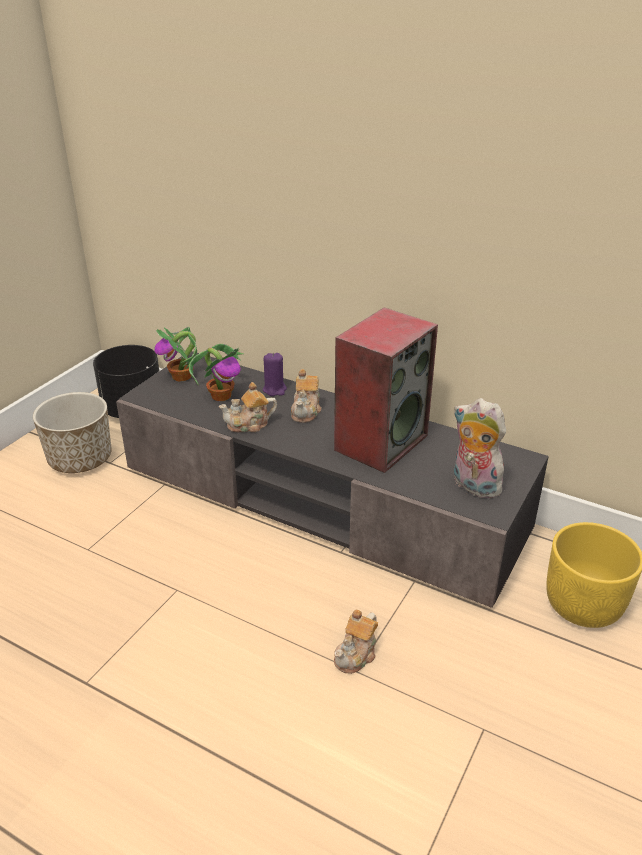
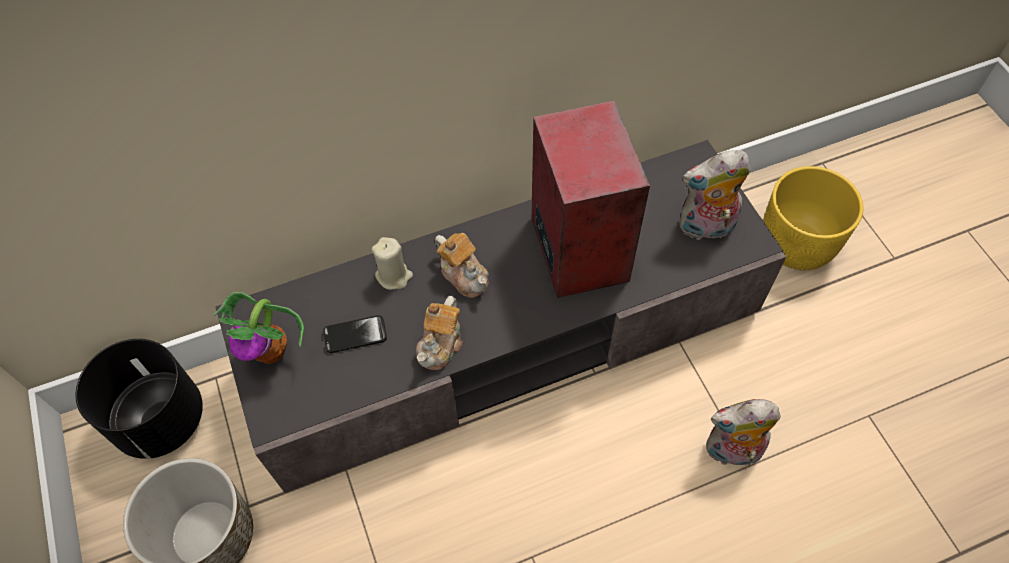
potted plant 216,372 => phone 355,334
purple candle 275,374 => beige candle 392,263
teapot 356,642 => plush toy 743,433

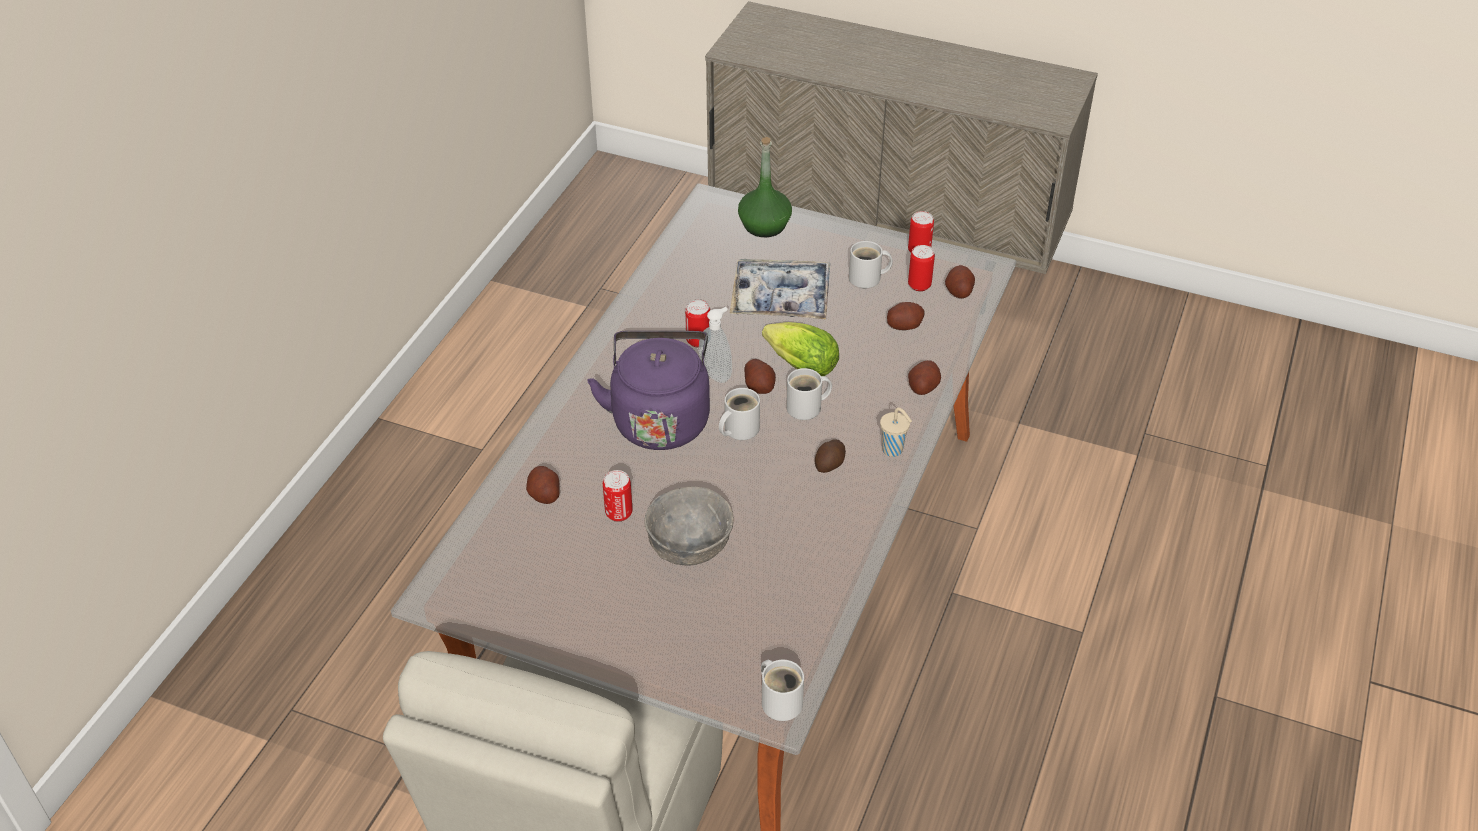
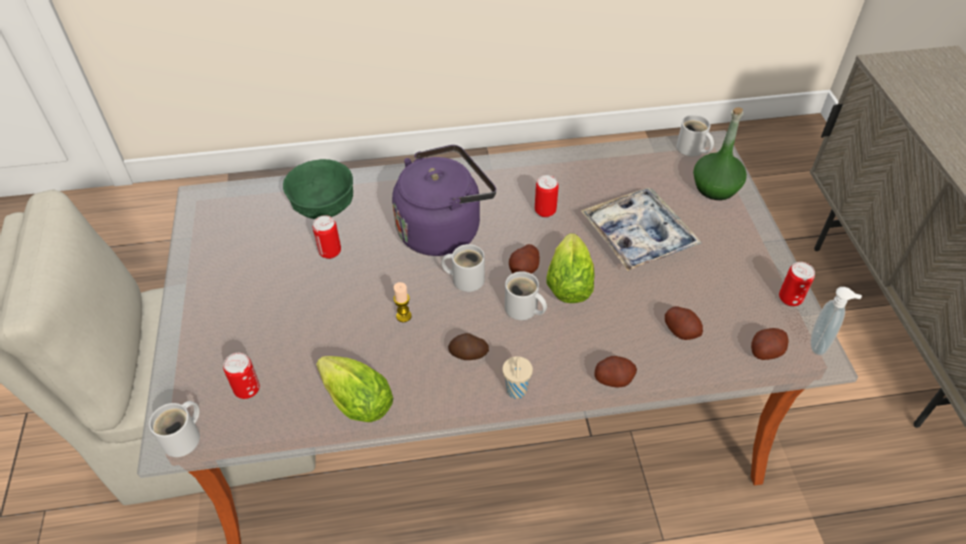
potato 543,485 => green bowl 318,189
grey bowl 689,526 => nothing
soap dispenser 715,345 => soap dispenser 836,321, move
white mug 871,264 => white mug 695,136, move
can 921,268 => can 241,376, move
nothing => lettuce 354,389
nothing => candle 403,302

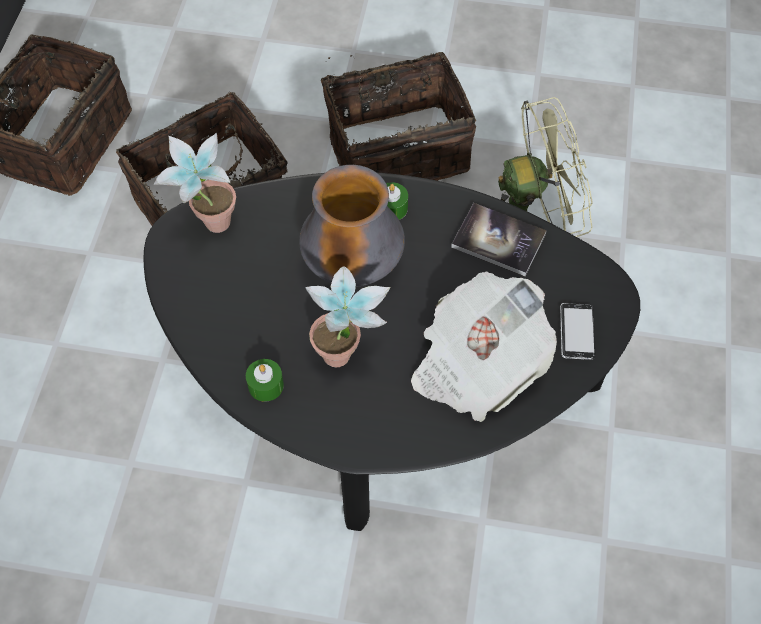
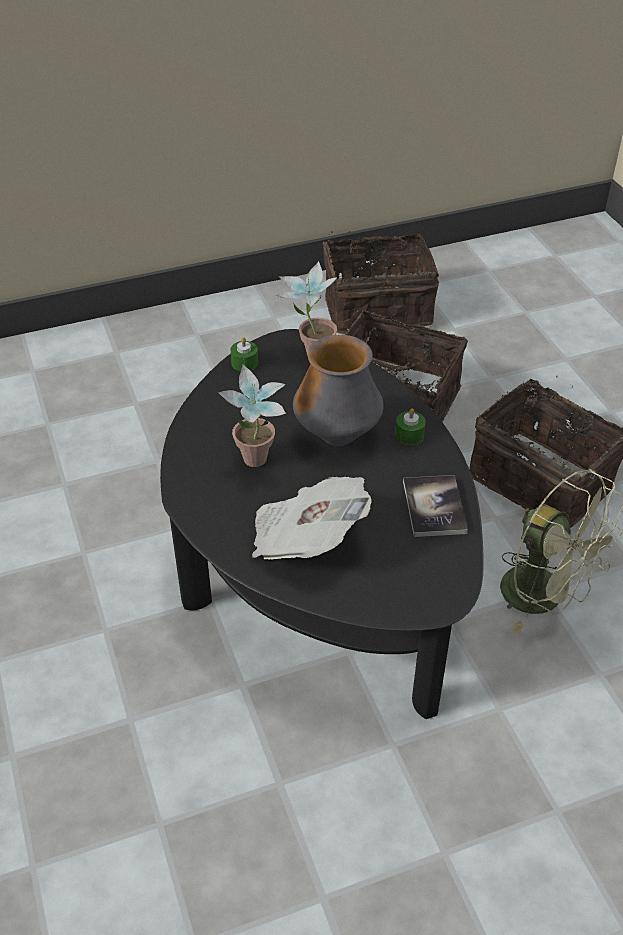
green candle 265,380 => green candle 244,354, move
phone 578,331 => nothing

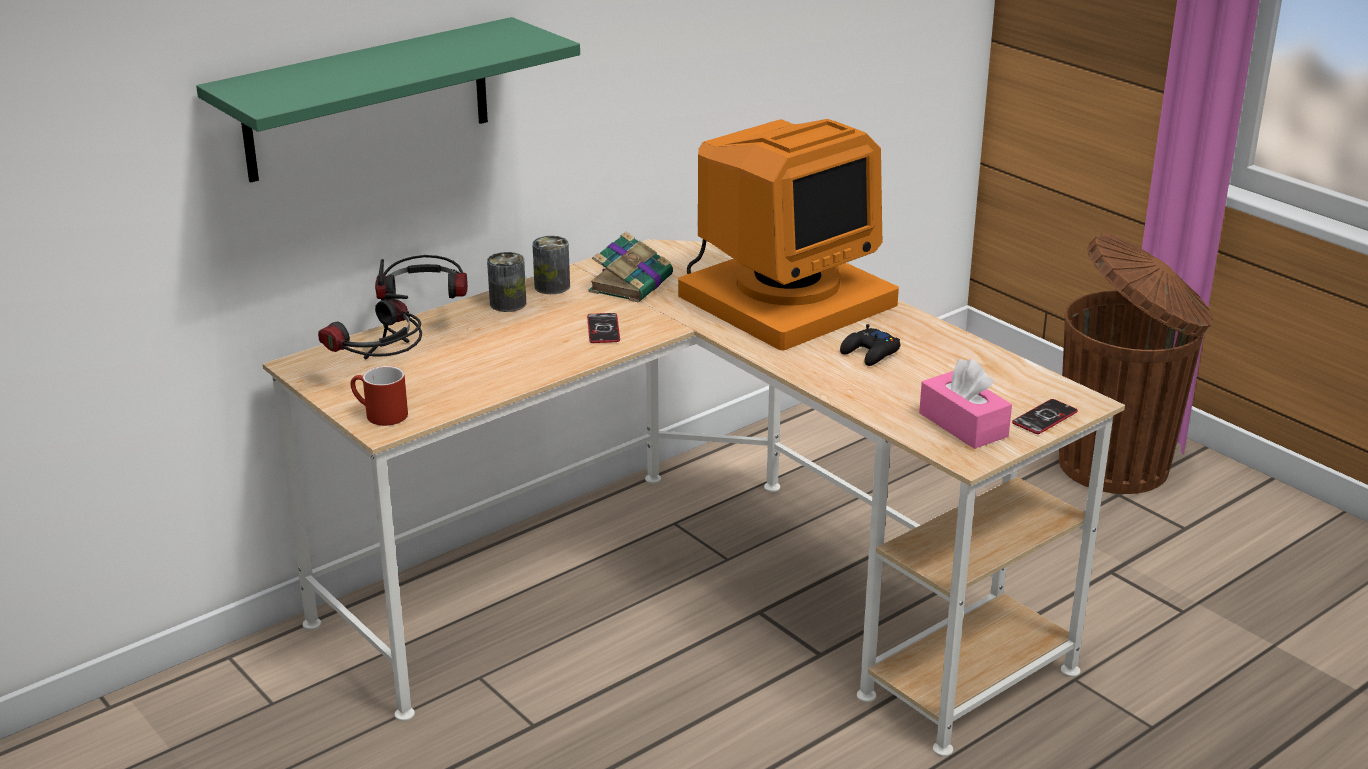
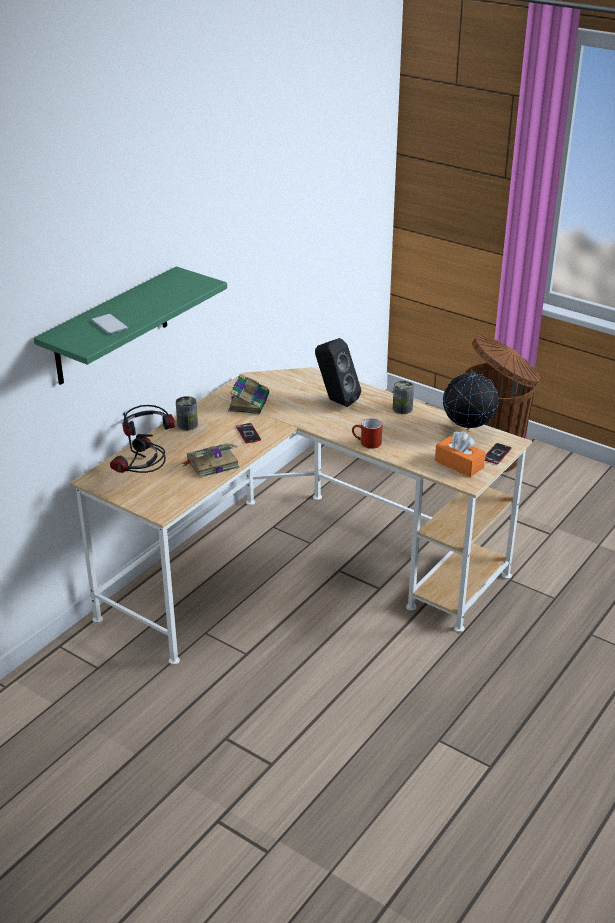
red mug 379,396 => red mug 367,433, move
can 551,265 => can 403,397, move
monitor 788,234 => black speaker 338,372
black game controller 870,345 => nothing
pink tissue box 965,404 => orange tissue box 460,454
nothing => phone 109,324
nothing => book 211,460
nothing => globe 471,400

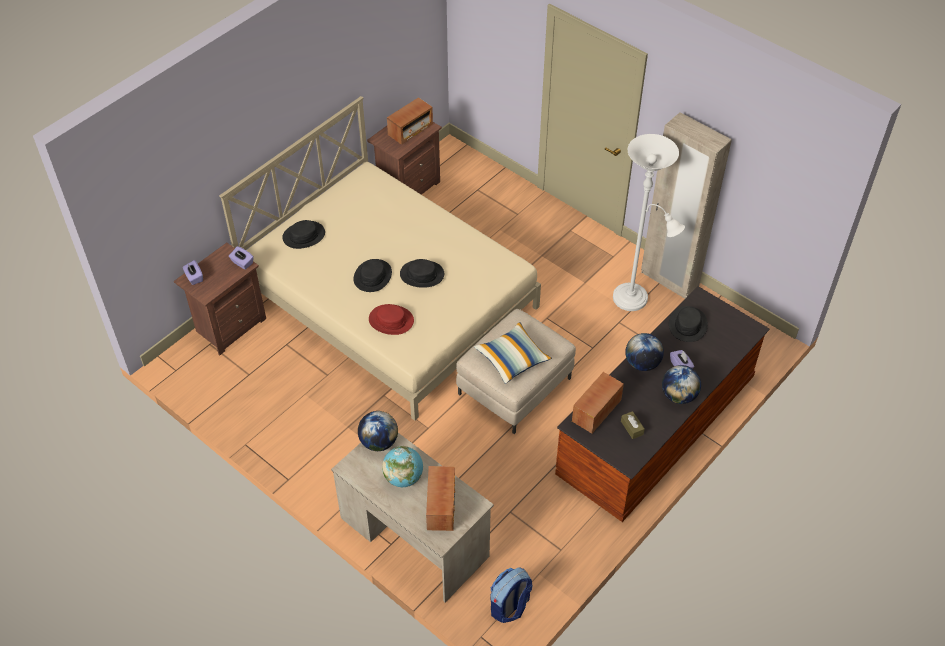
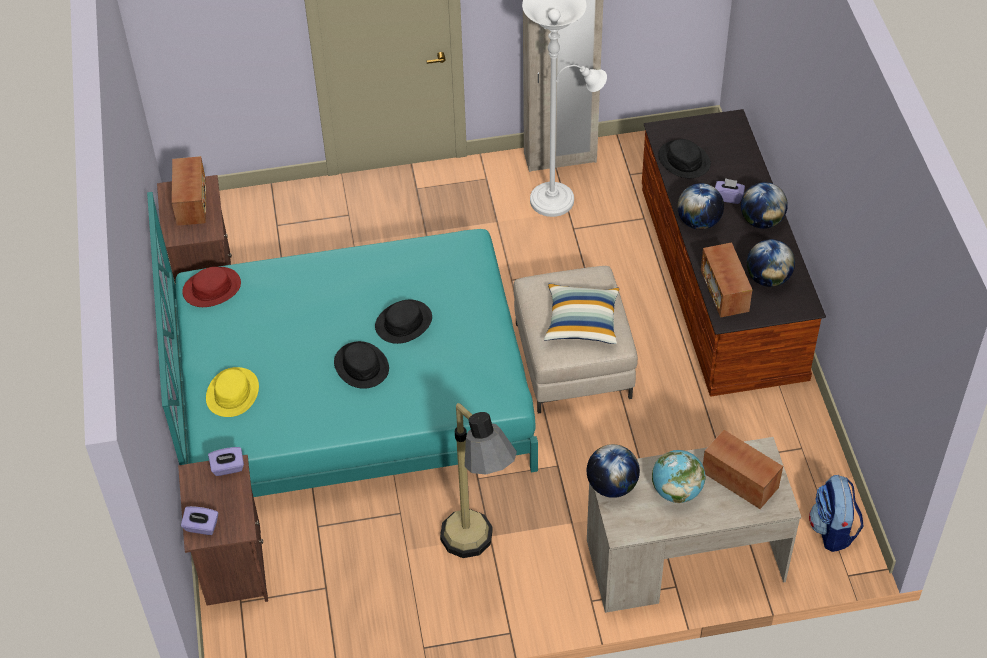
beige bed 380,258 => turquoise bed 342,344
black hat 303,234 => yellow hat 232,392
red hat 391,319 => red hat 211,287, move
brown tissue box 633,425 => globe 771,263
nothing => floor lamp 478,480

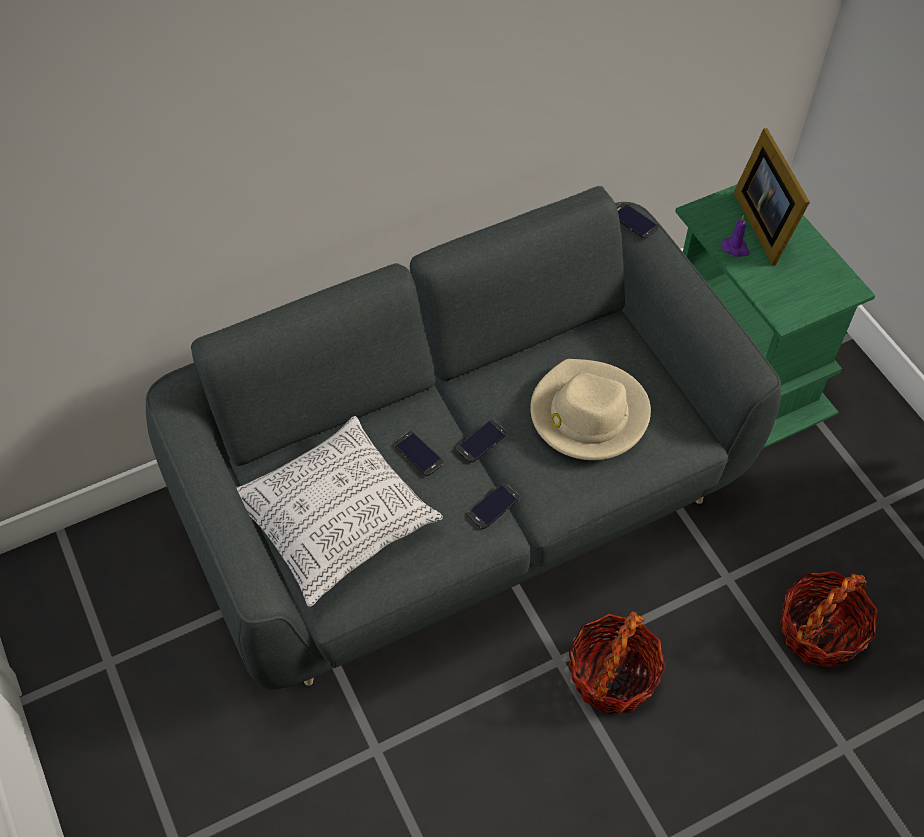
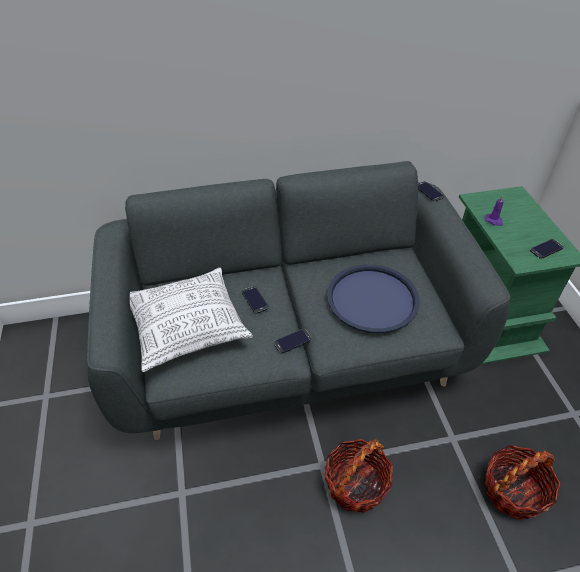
phone 482,441 => phone 547,249, move
beige hat 590,409 => blue tray 373,298
picture frame 771,196 => nothing

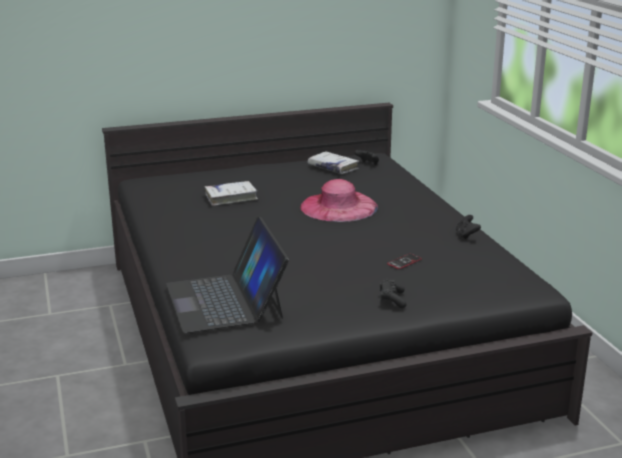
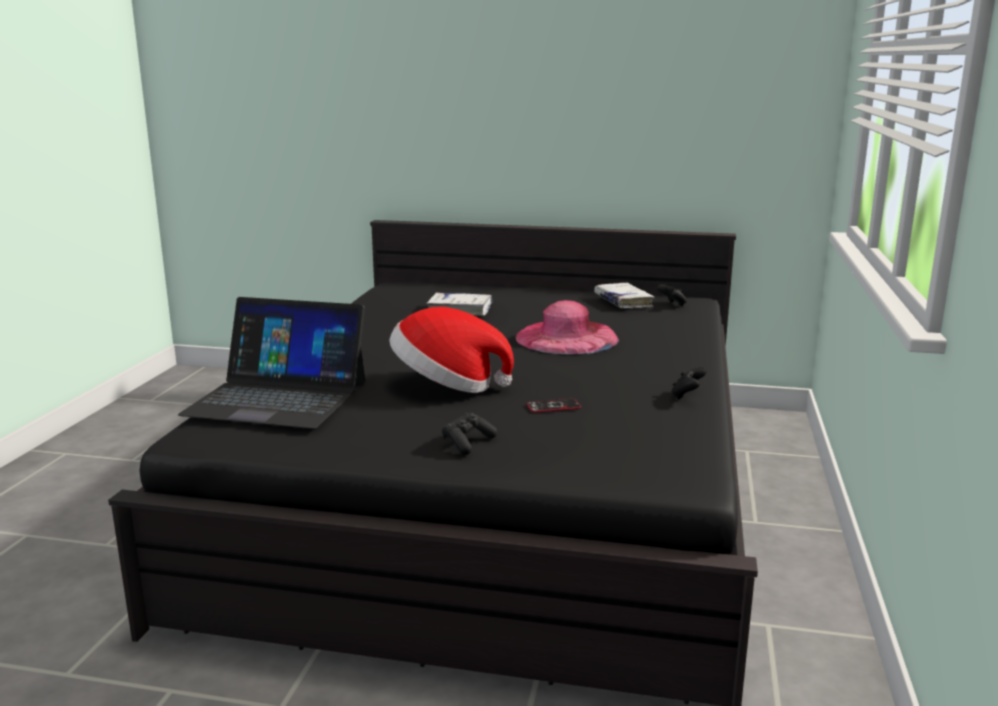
laptop 227,275 => laptop 271,363, 90 degrees counterclockwise
nothing => hat 451,350

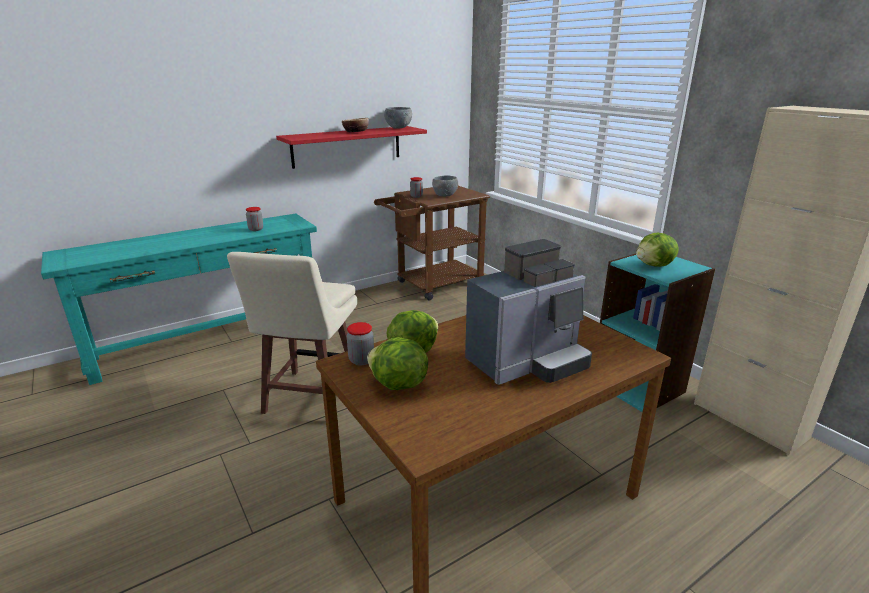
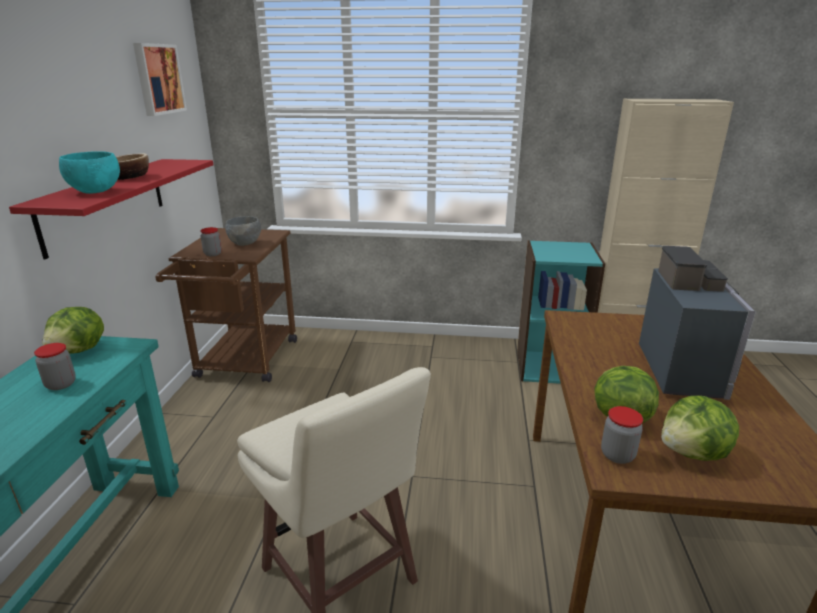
grey bowl 398,118 => nothing
lettuce 657,249 => lettuce 73,330, move
nothing => turquoise bowl 89,172
nothing => picture 160,79

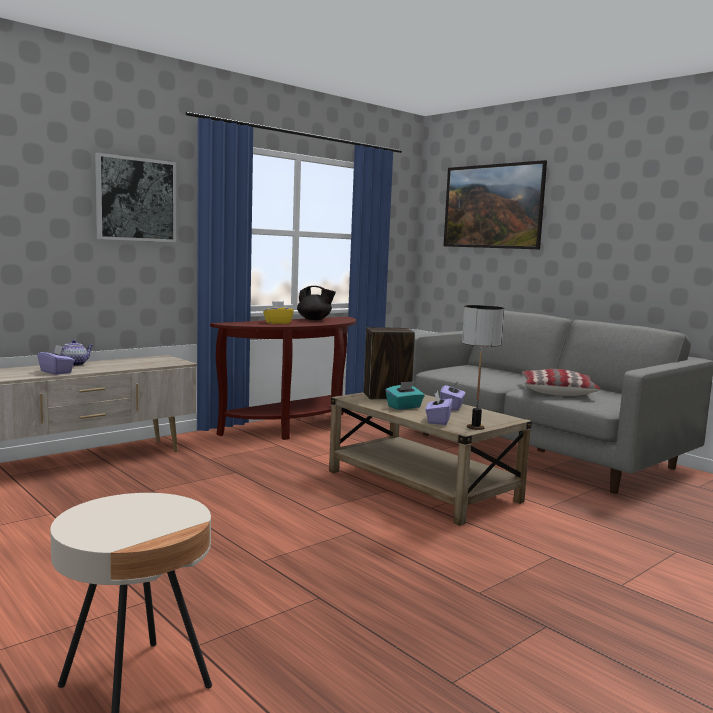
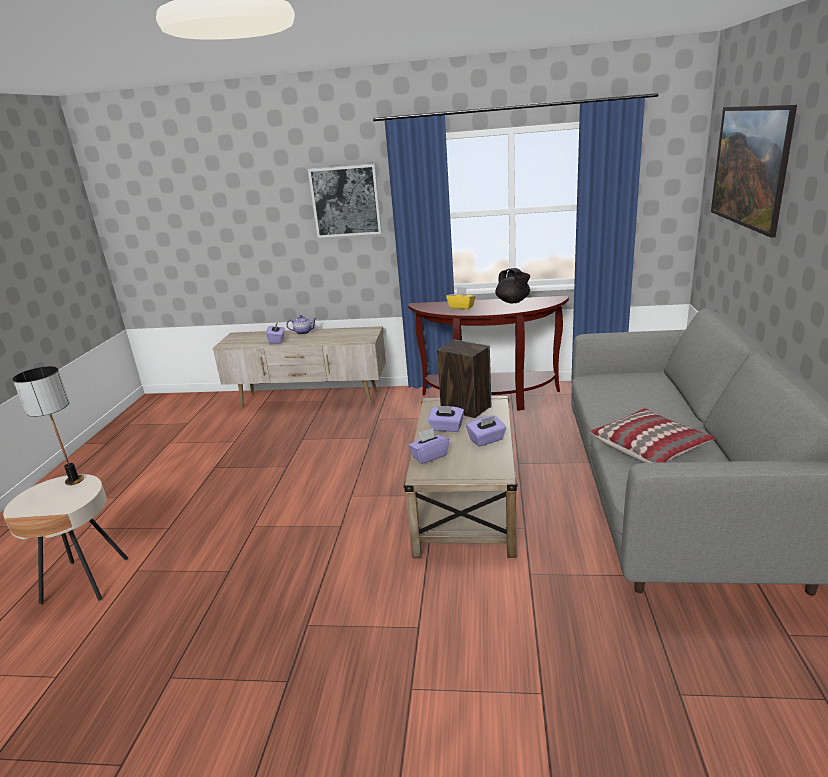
turquoise tissue box 405,395 => purple tissue box 446,419
table lamp 483,367 => table lamp 48,425, move

